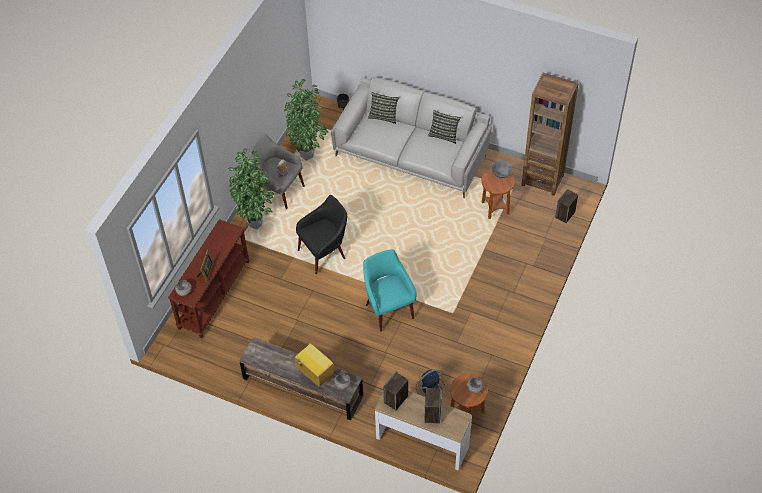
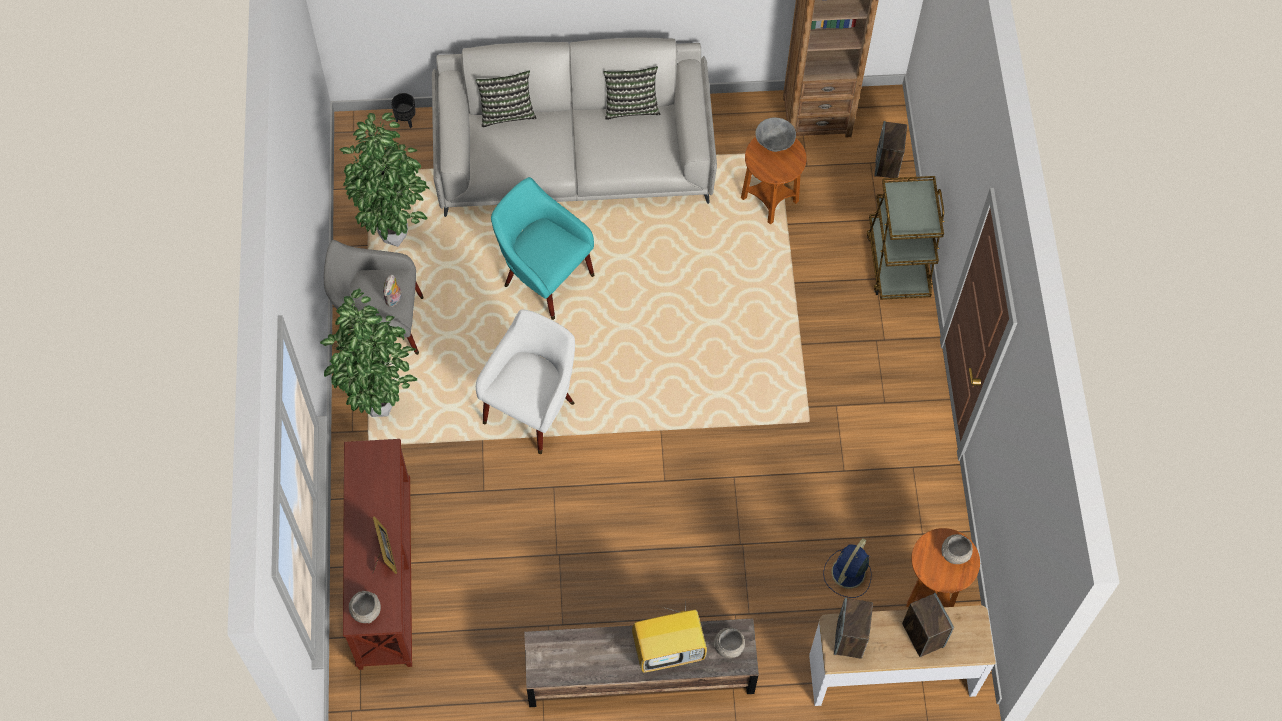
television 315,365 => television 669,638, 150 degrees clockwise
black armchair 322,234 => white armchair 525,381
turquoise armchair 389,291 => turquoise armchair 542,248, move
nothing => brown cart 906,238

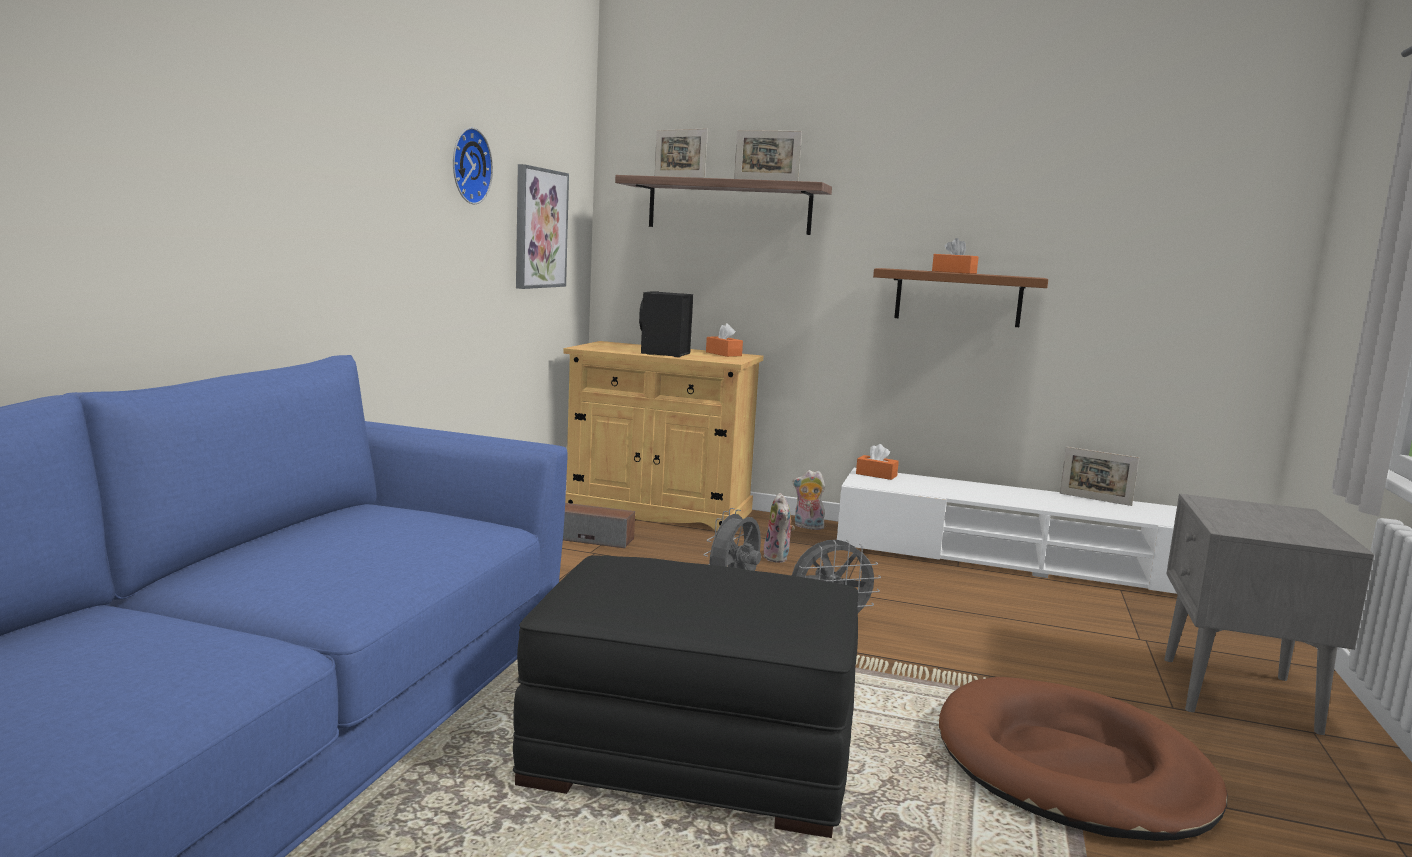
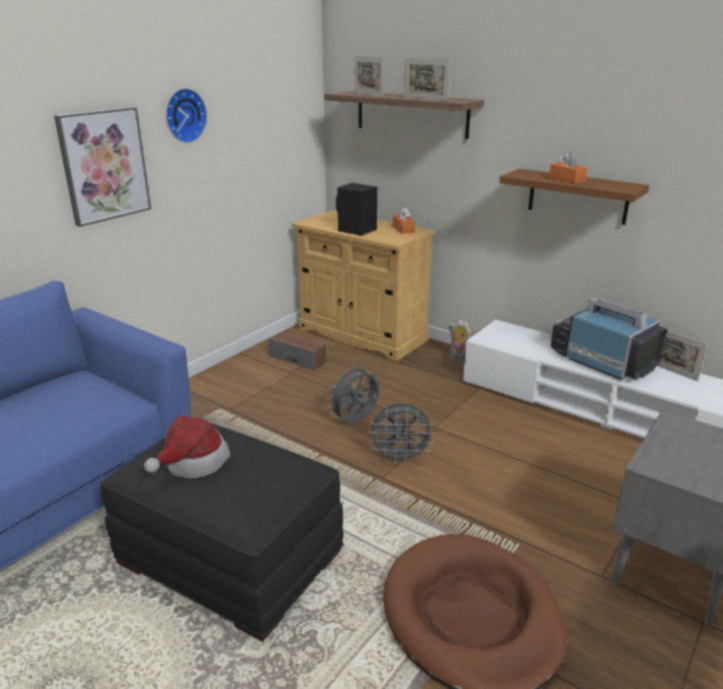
picture 542,226 => picture 102,167, move
plush toy 779,528 => nothing
orange tissue box 877,462 => nothing
nothing => hat 187,446
nothing => television 609,338

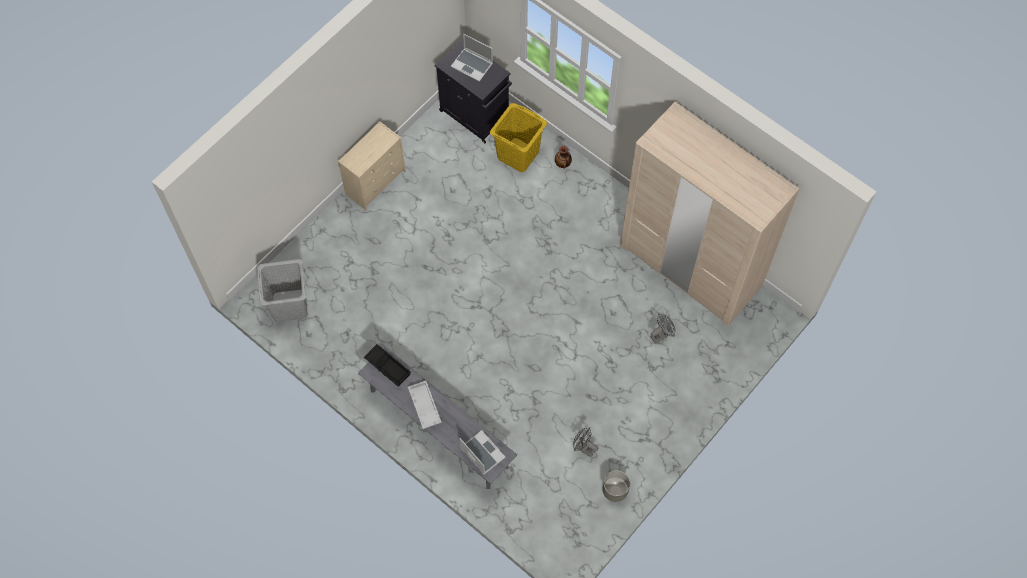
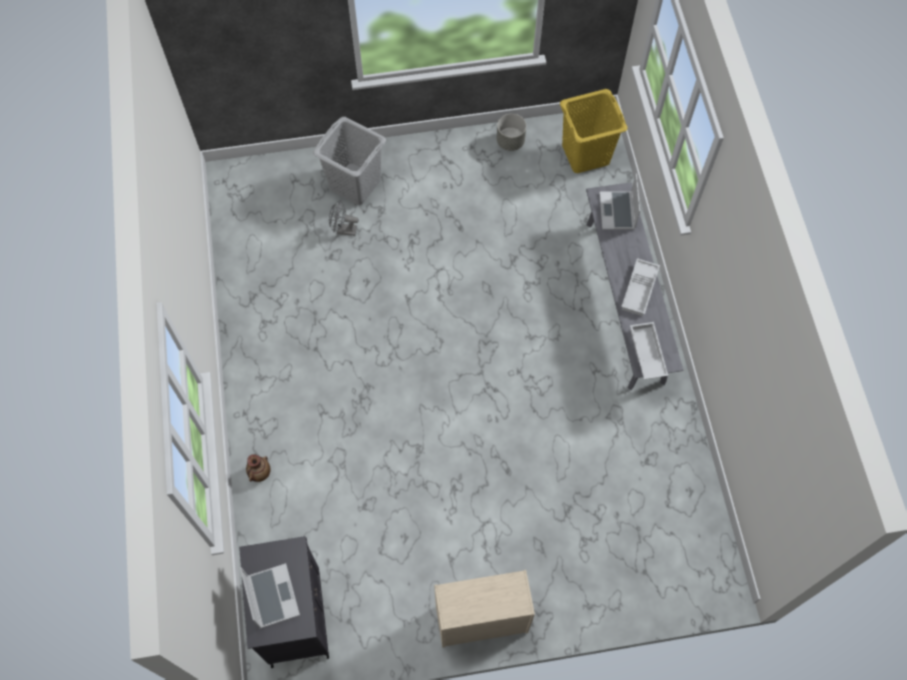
grey laundry basket 282,290 => grey laundry basket 349,161, move
black tray 387,365 => white tray 649,350
yellow laundry basket 518,137 => yellow laundry basket 593,131, move
grey fan 585,442 => nothing
beige wardrobe 710,214 => nothing

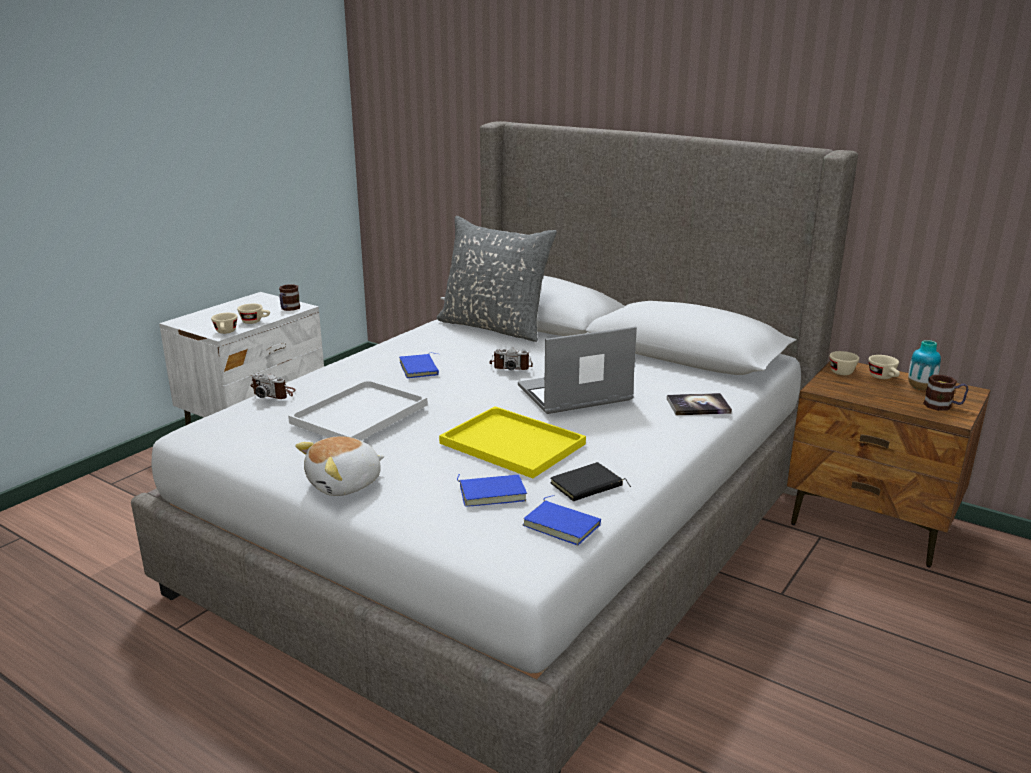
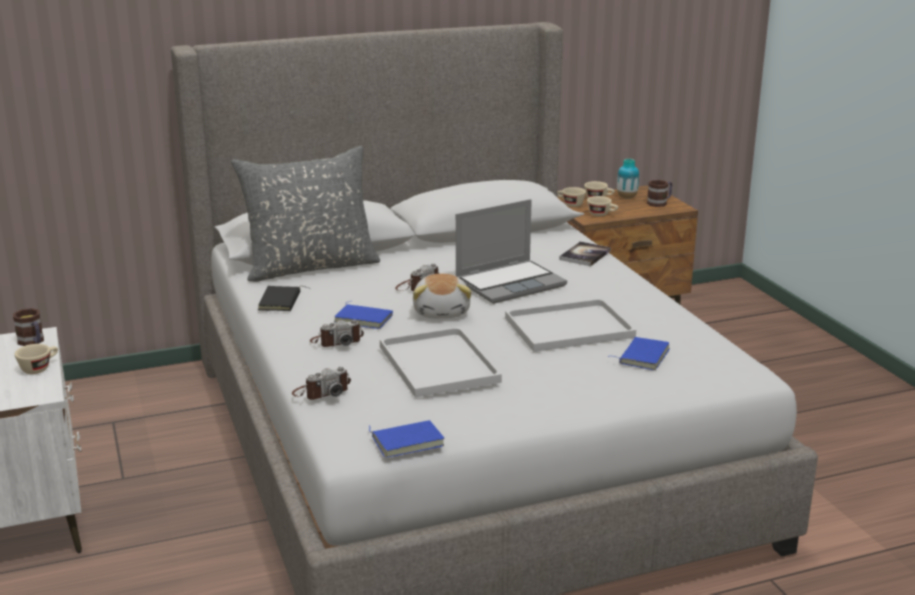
beige cup 224,323 => beige cup 602,206, move
plush toy 339,466 => plush toy 442,296, move
yellow tray 512,442 => white tray 570,325
laptop 577,370 => laptop 511,251, 135 degrees counterclockwise
blue book 561,520 => blue book 407,439, move
black book 591,481 => black book 284,298, move
nothing => photo camera 337,333

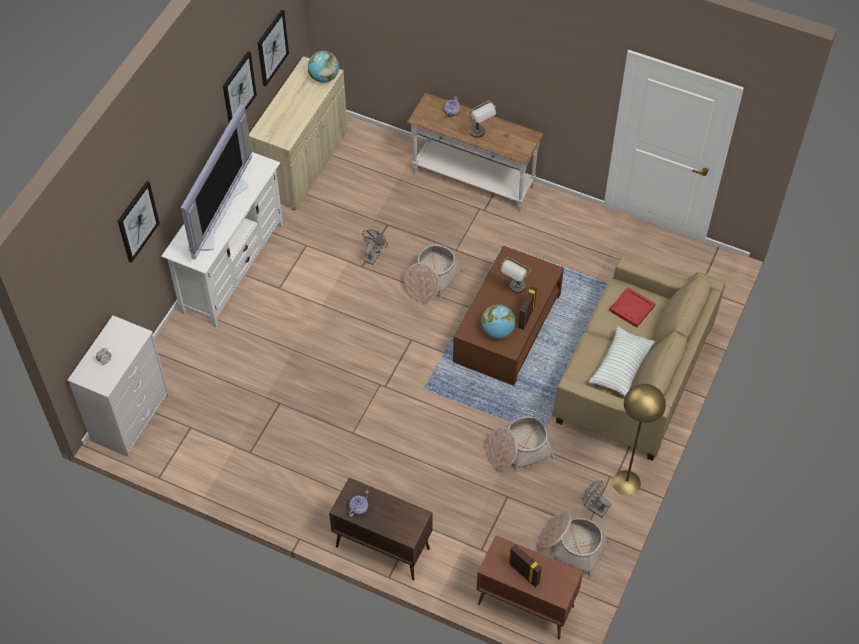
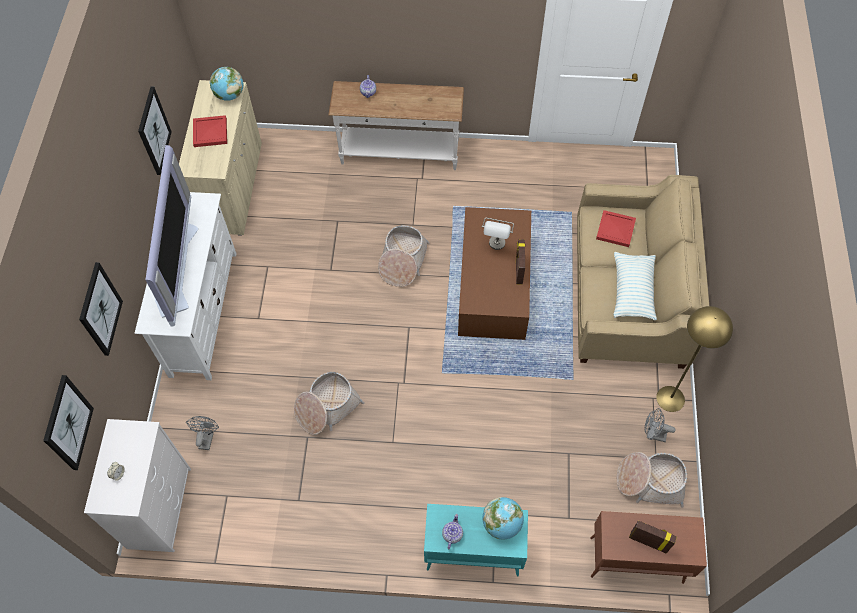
picture 273,47 => picture 68,422, move
brown cabinet 380,529 => turquoise cabinet 476,540
grey fan 375,247 => grey fan 202,433, move
grey table lamp 481,119 => nothing
globe 498,322 => globe 503,518, move
basket 520,444 => basket 329,403, move
nothing => red tray 210,131

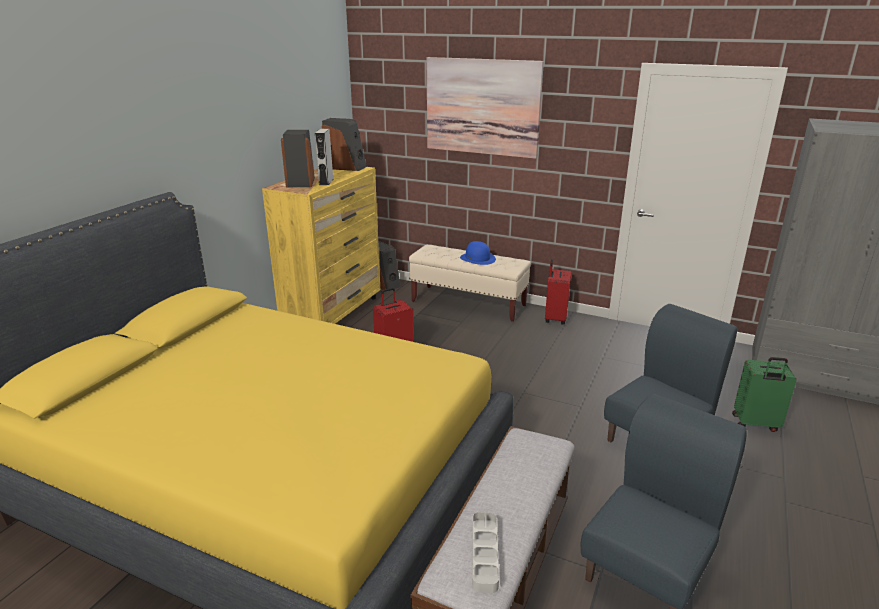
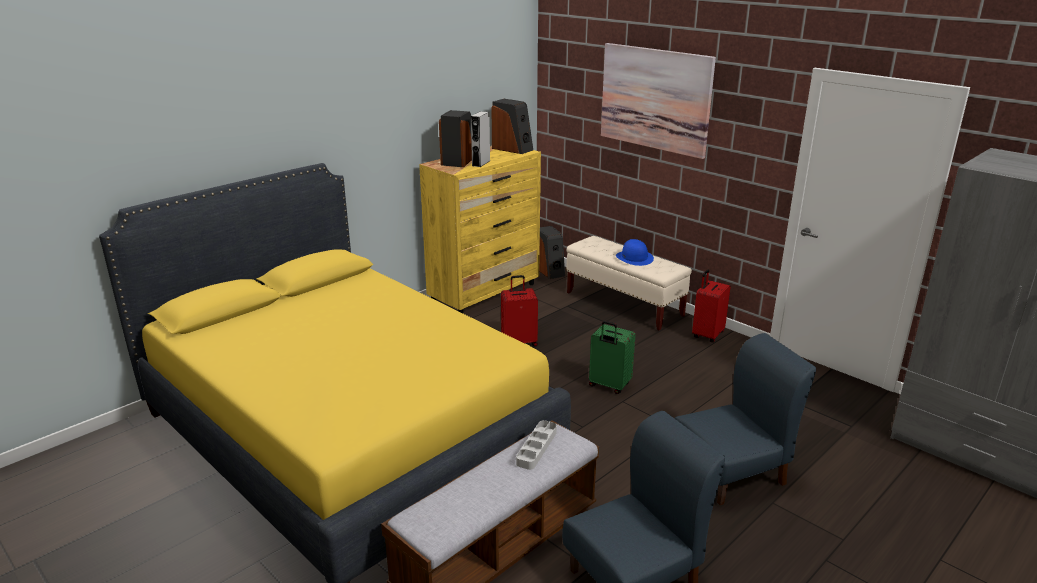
grey tray 485,552 => grey tray 536,445, move
green suitcase 764,394 => green suitcase 612,357, move

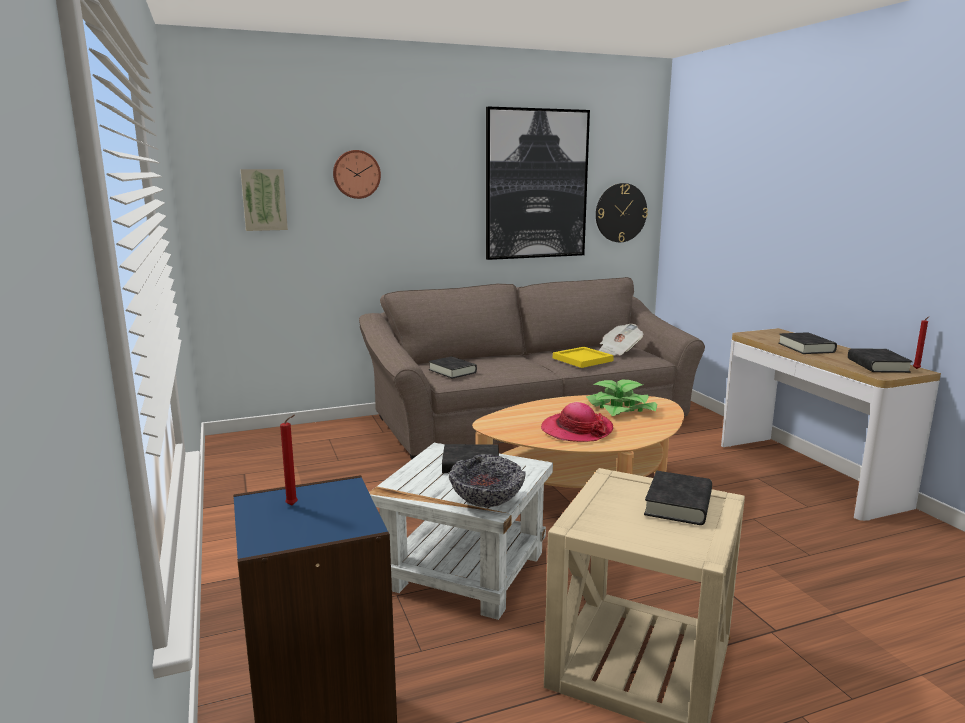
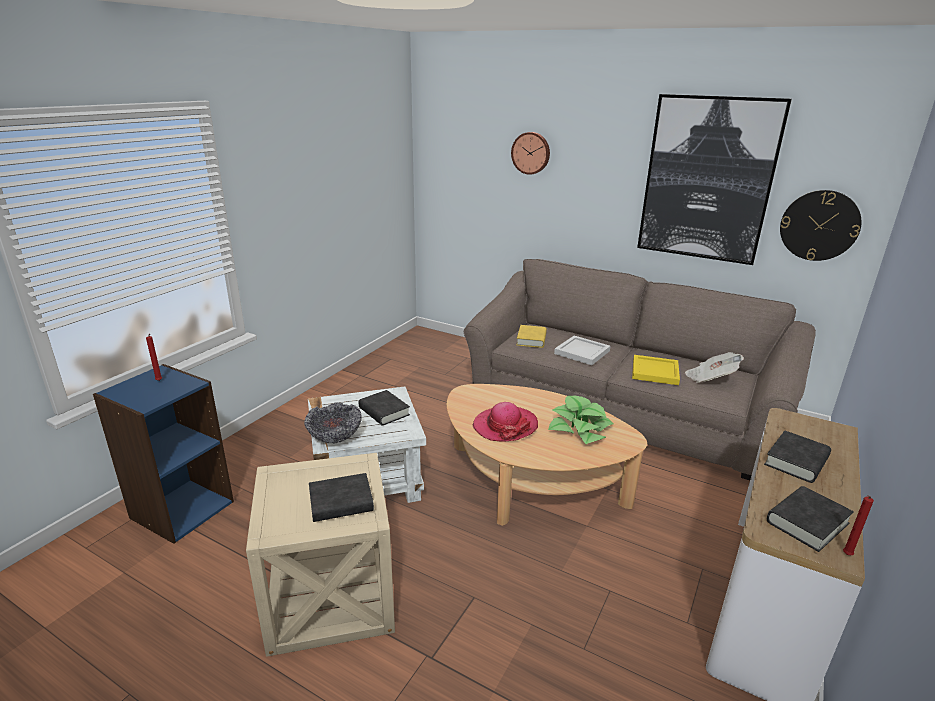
picture 264,200 => nothing
black book 453,367 => yellow book 532,336
nothing => white tray 582,350

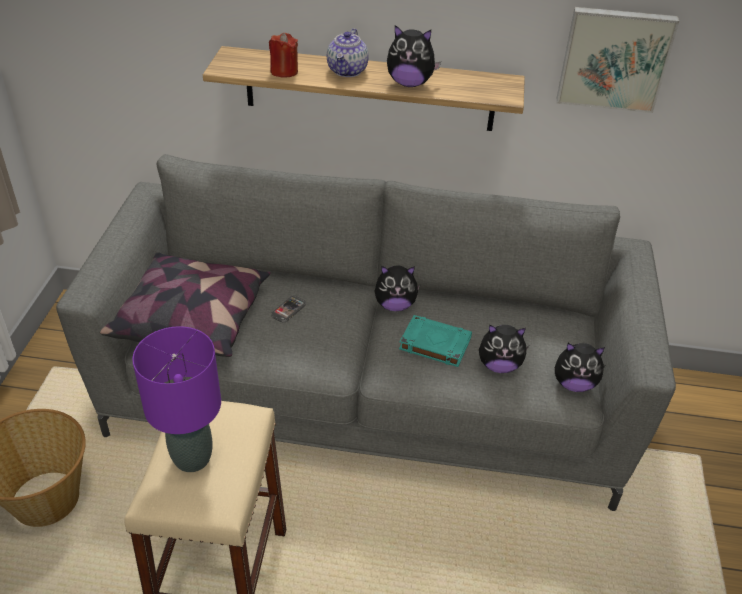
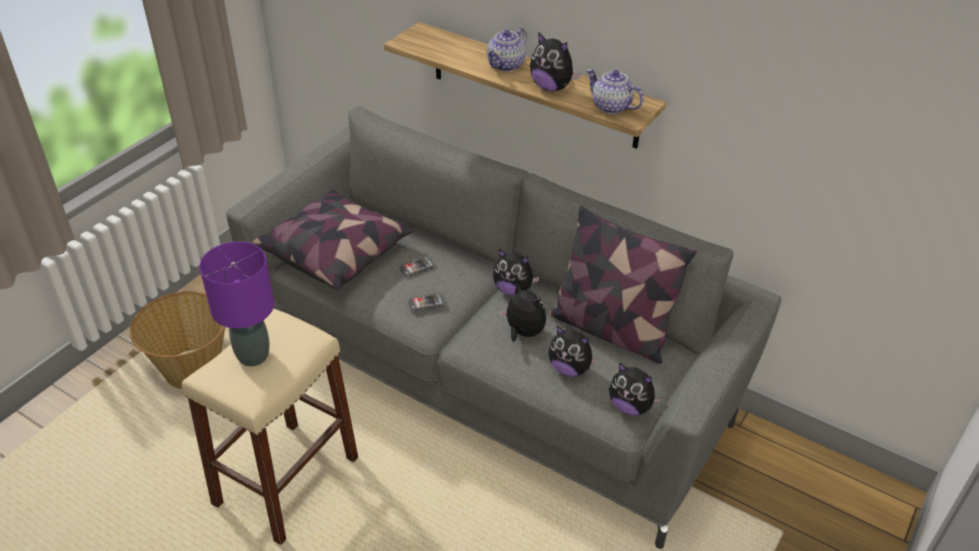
red candle 283,55 => nothing
turquoise book 435,341 => plush toy 522,312
picture 618,60 => nothing
nothing => phone 427,302
nothing => pillow 623,284
nothing => teapot 615,91

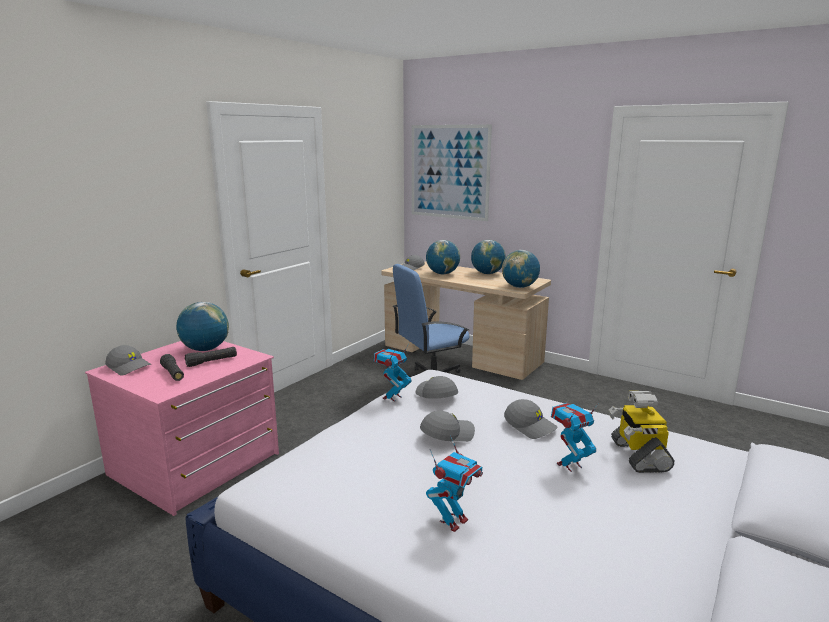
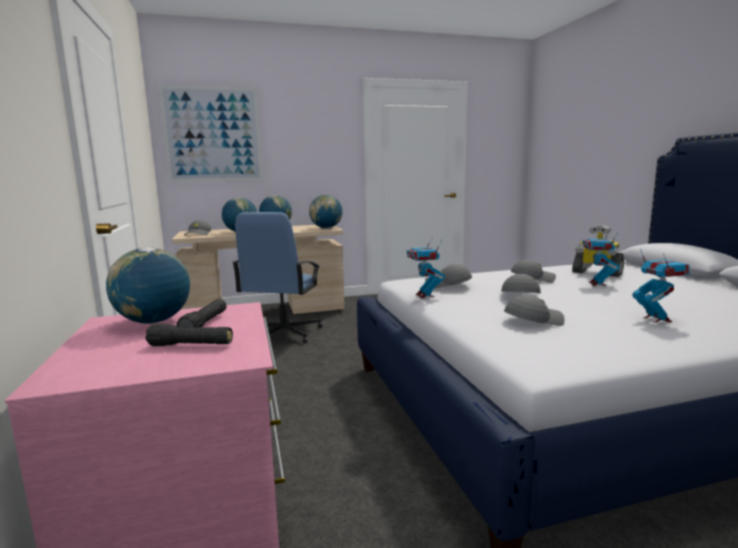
grey cap 128,360 => grey cap 534,310, move

